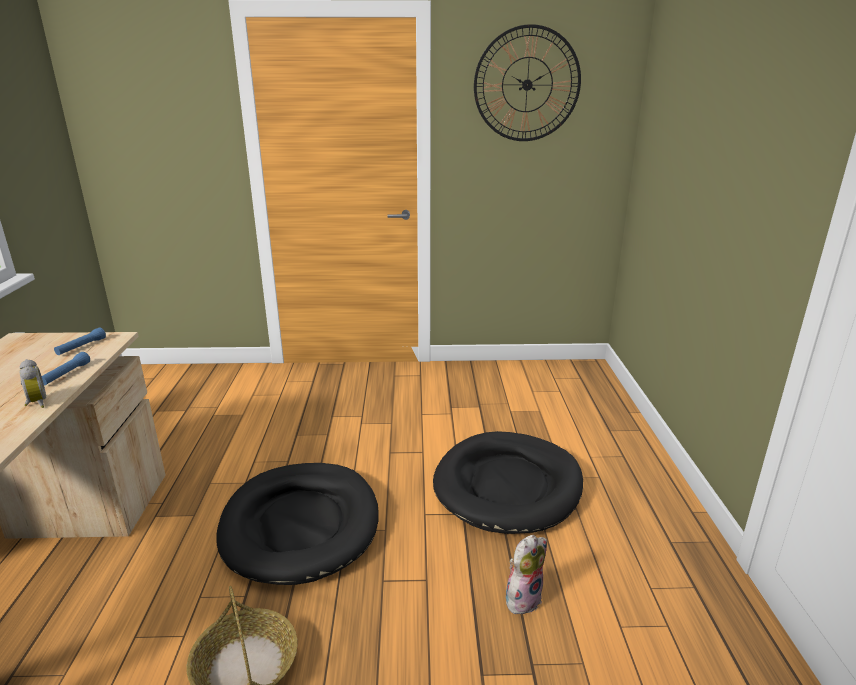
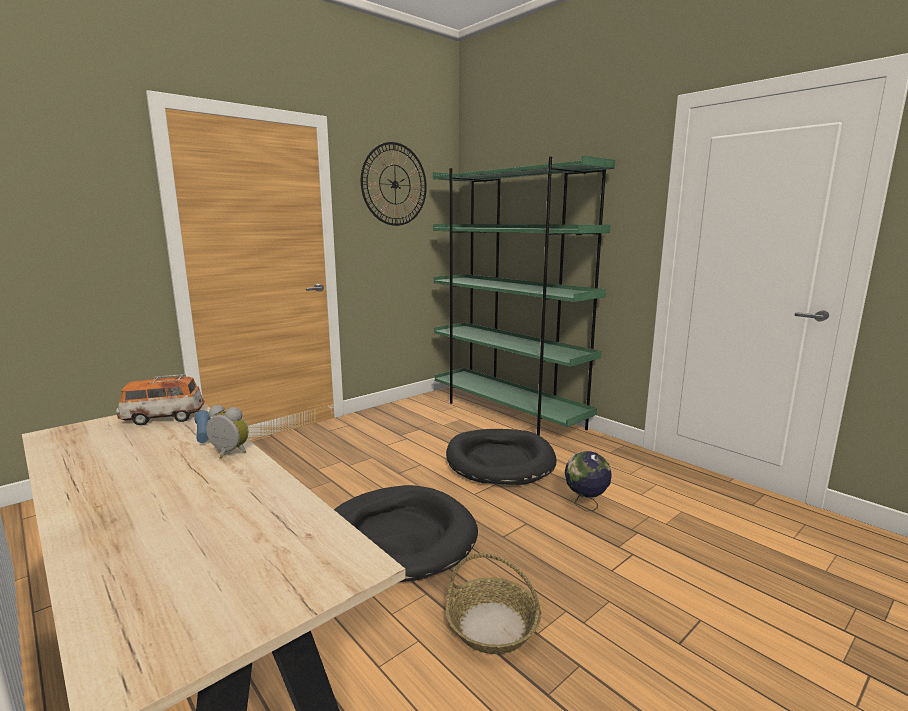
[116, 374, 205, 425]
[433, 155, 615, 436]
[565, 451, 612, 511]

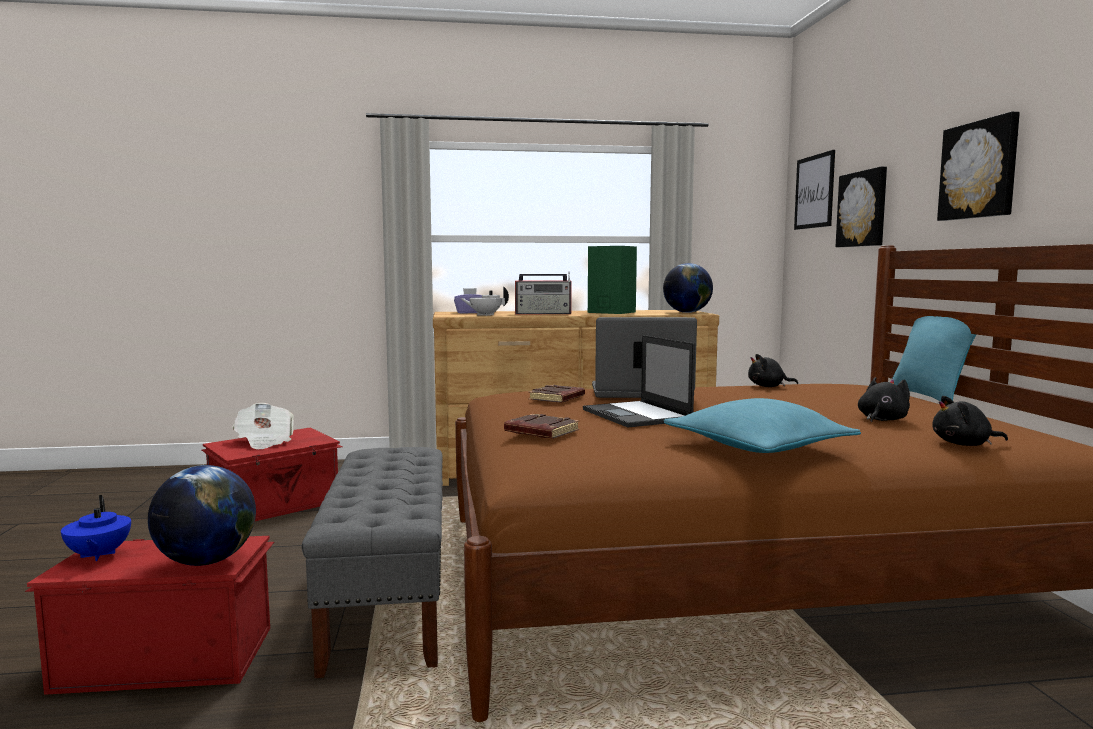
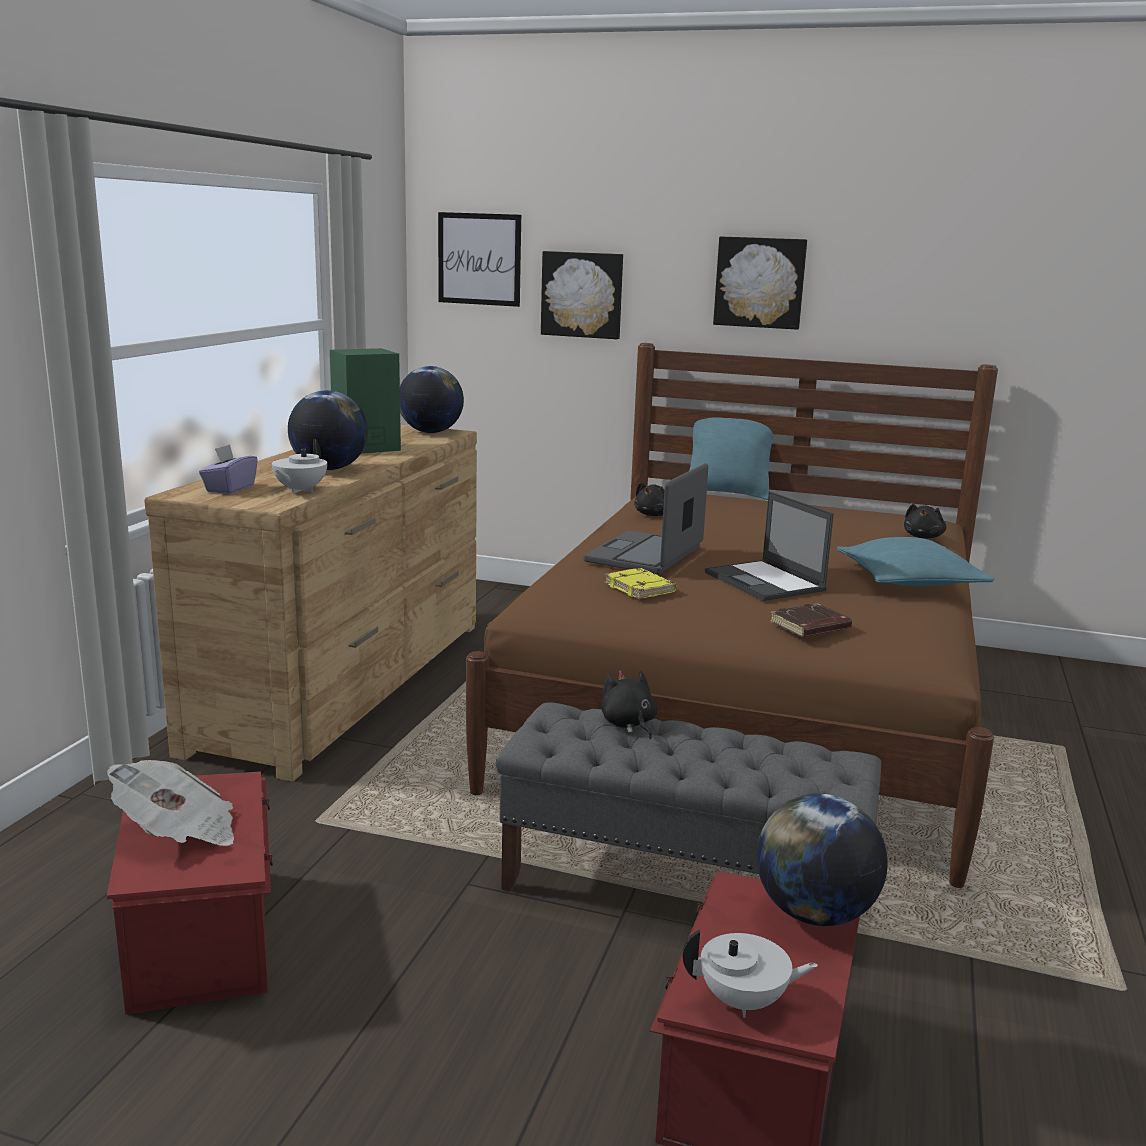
[288, 390, 368, 470]
[601, 670, 658, 739]
[604, 568, 677, 599]
[683, 929, 818, 1018]
[705, 491, 834, 601]

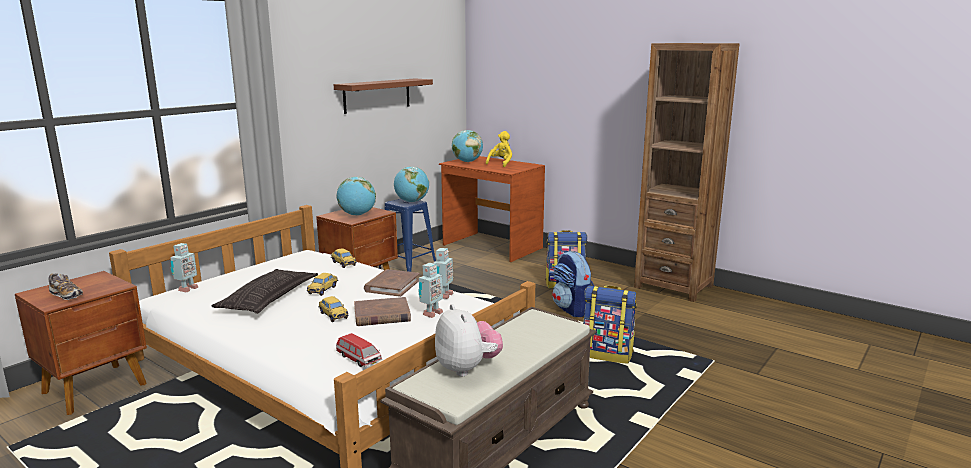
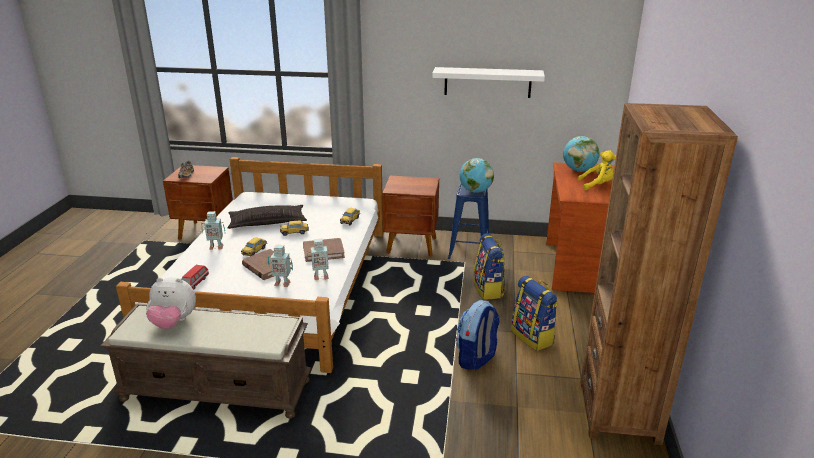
[146, 277, 196, 329]
[201, 211, 225, 250]
[432, 67, 545, 98]
[473, 233, 506, 300]
[336, 177, 376, 215] (first image)

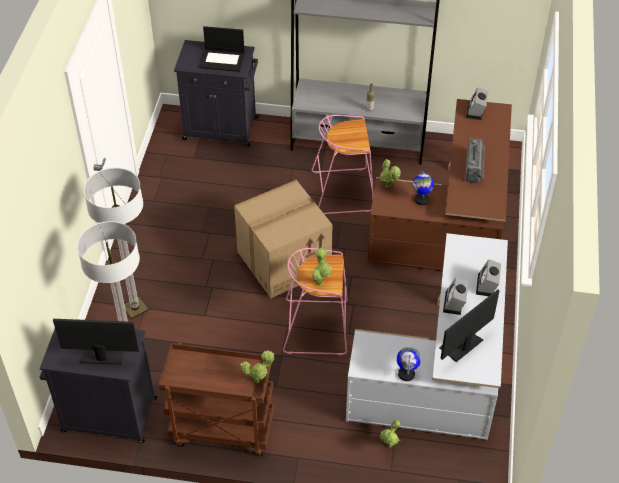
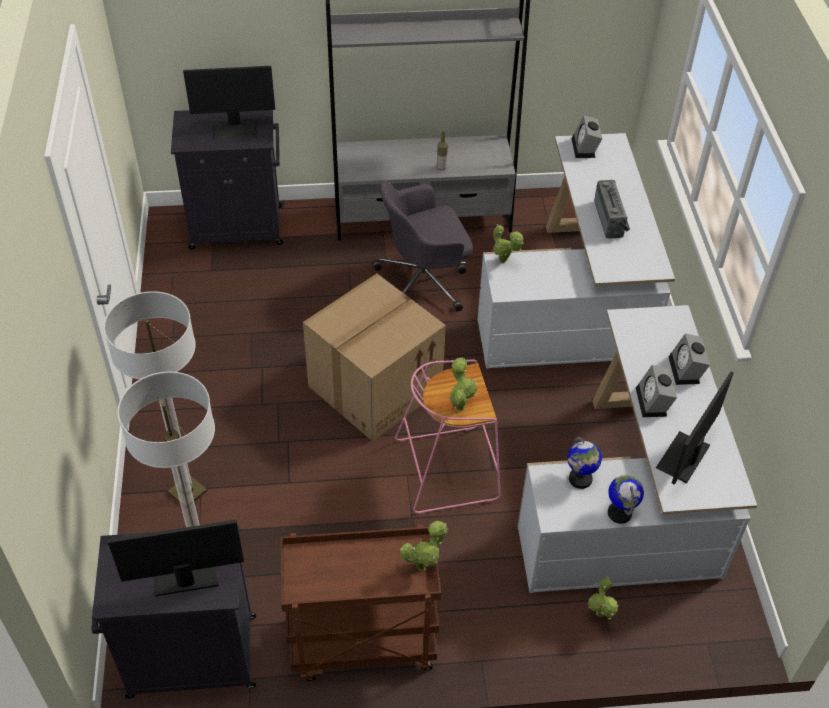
[183, 66, 275, 140]
[372, 180, 473, 312]
[477, 133, 675, 369]
[567, 437, 602, 489]

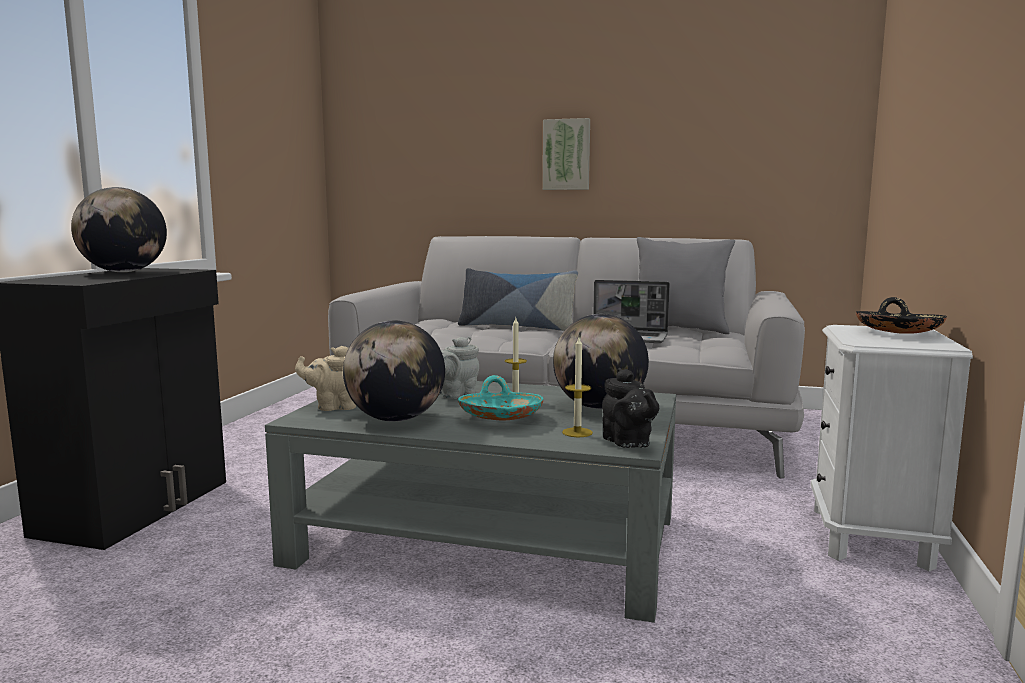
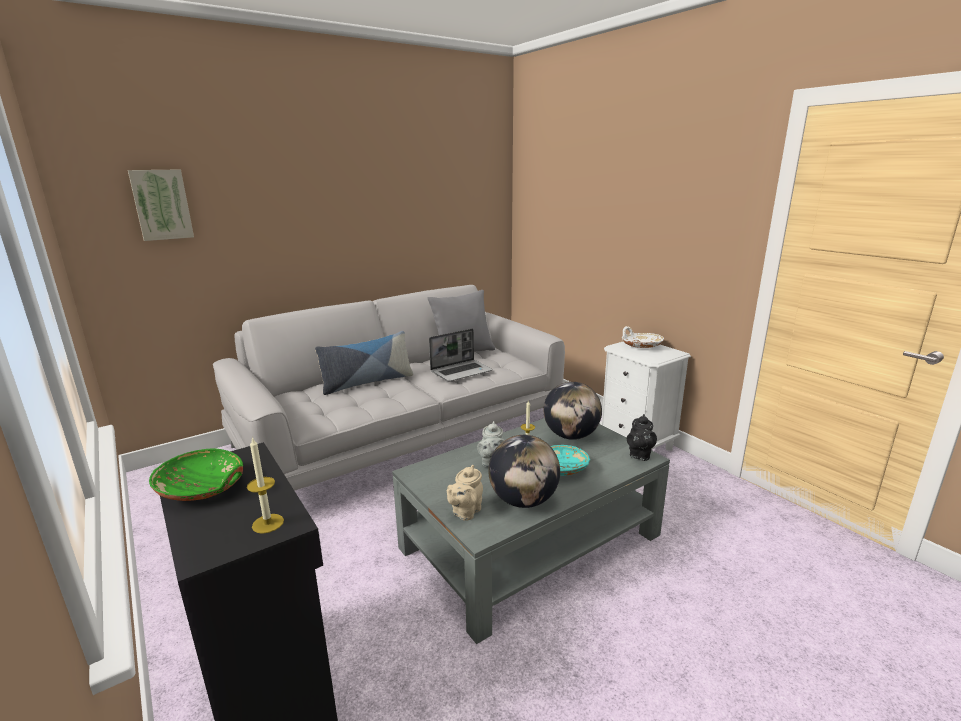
[128, 169, 194, 241]
[149, 449, 243, 501]
[247, 437, 284, 534]
[622, 326, 664, 348]
[627, 414, 657, 461]

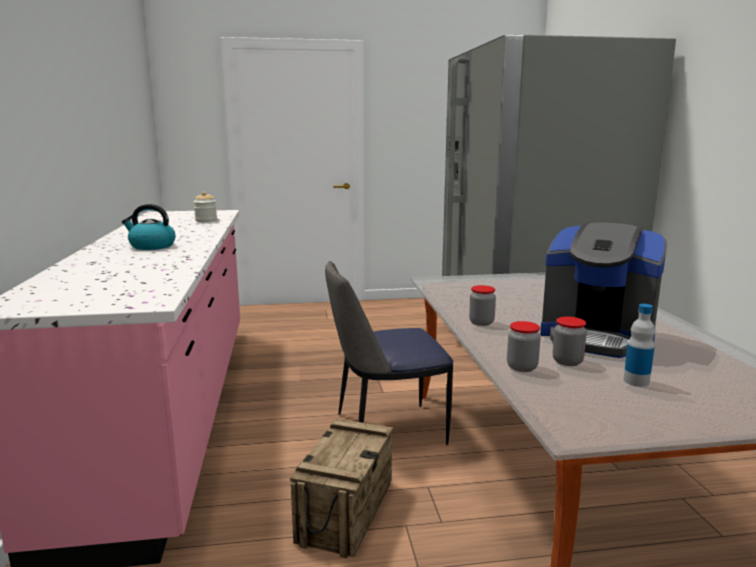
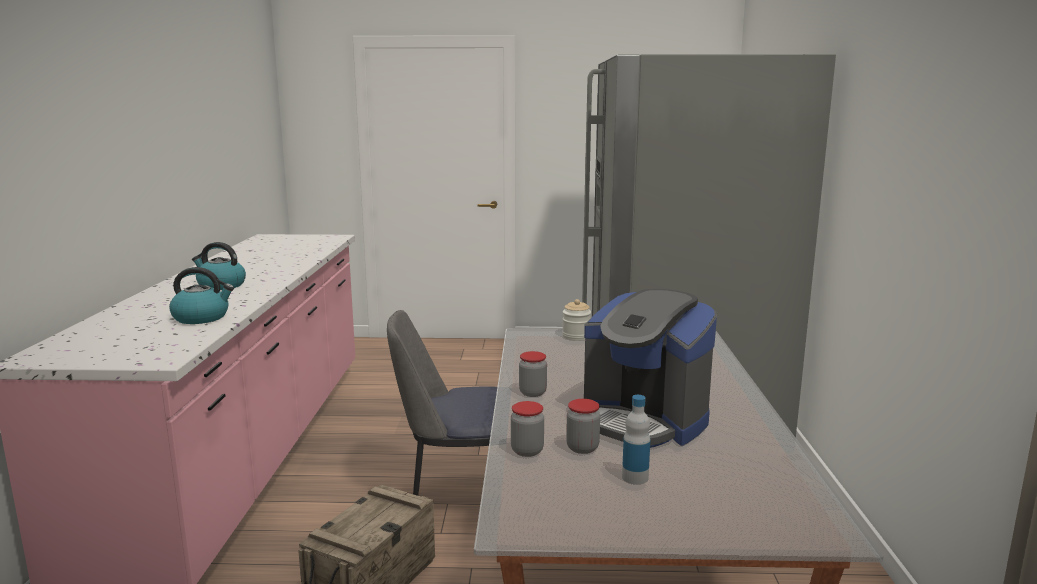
[169, 267, 234, 324]
[562, 299, 591, 341]

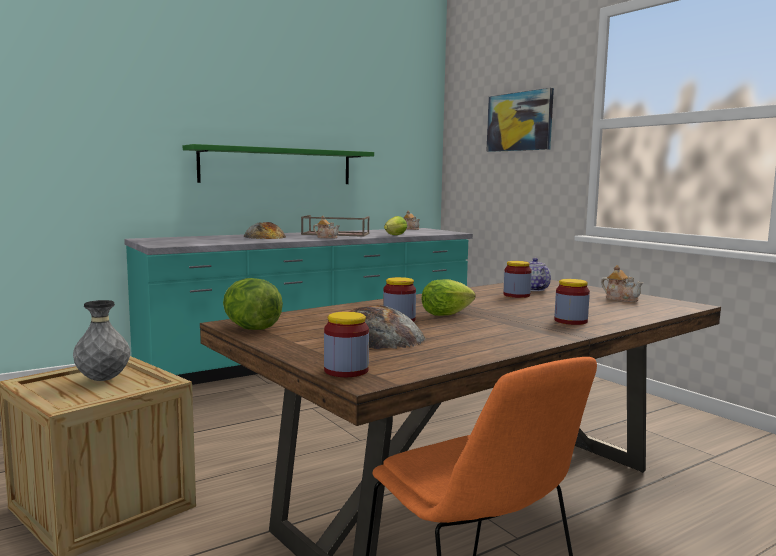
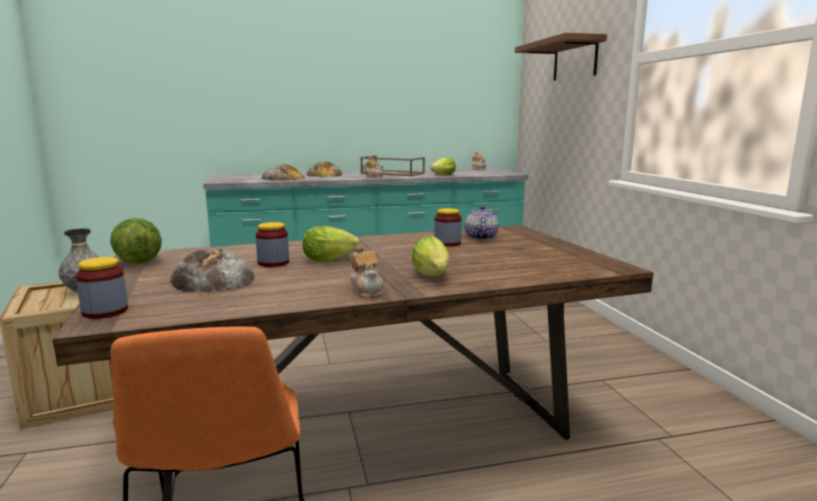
[261, 164, 305, 181]
[350, 244, 384, 299]
[411, 235, 450, 276]
[515, 33, 607, 81]
[183, 144, 374, 184] (first image)

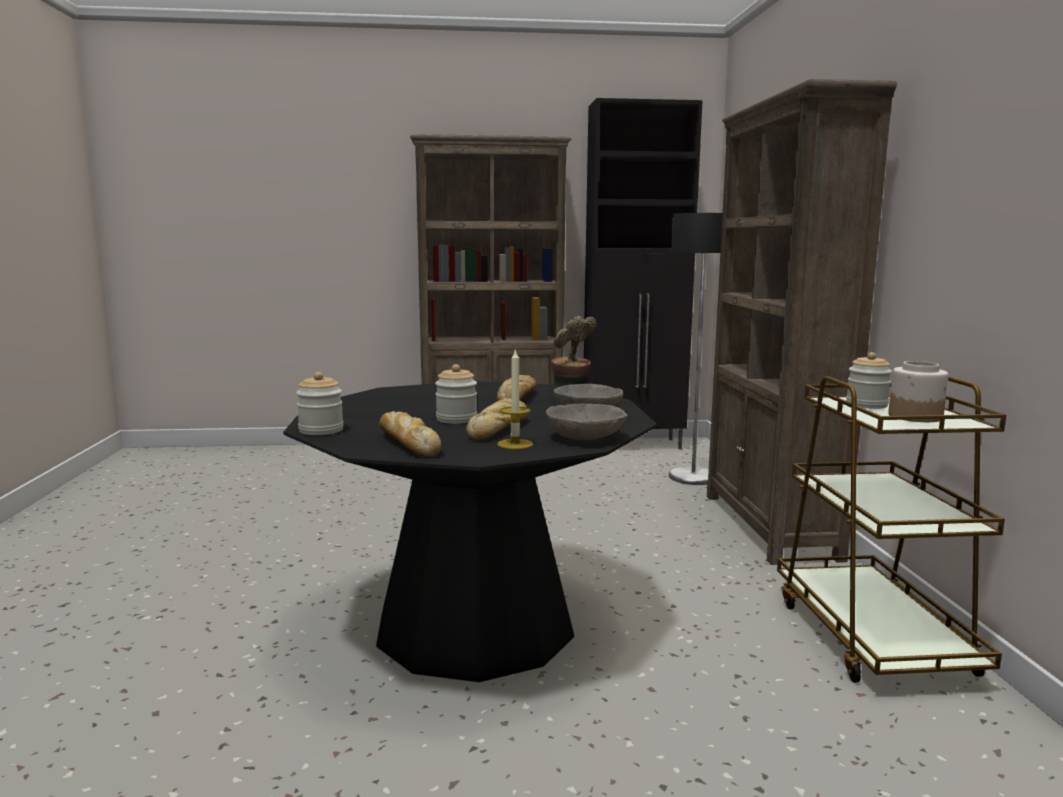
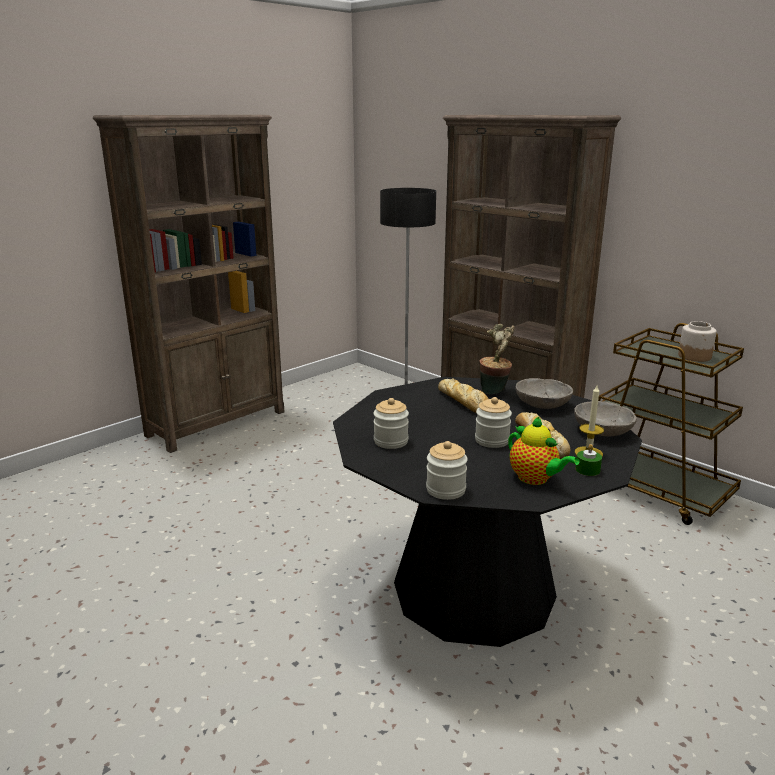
[373, 398, 409, 449]
[508, 416, 580, 485]
[575, 444, 602, 476]
[584, 98, 703, 449] (first image)

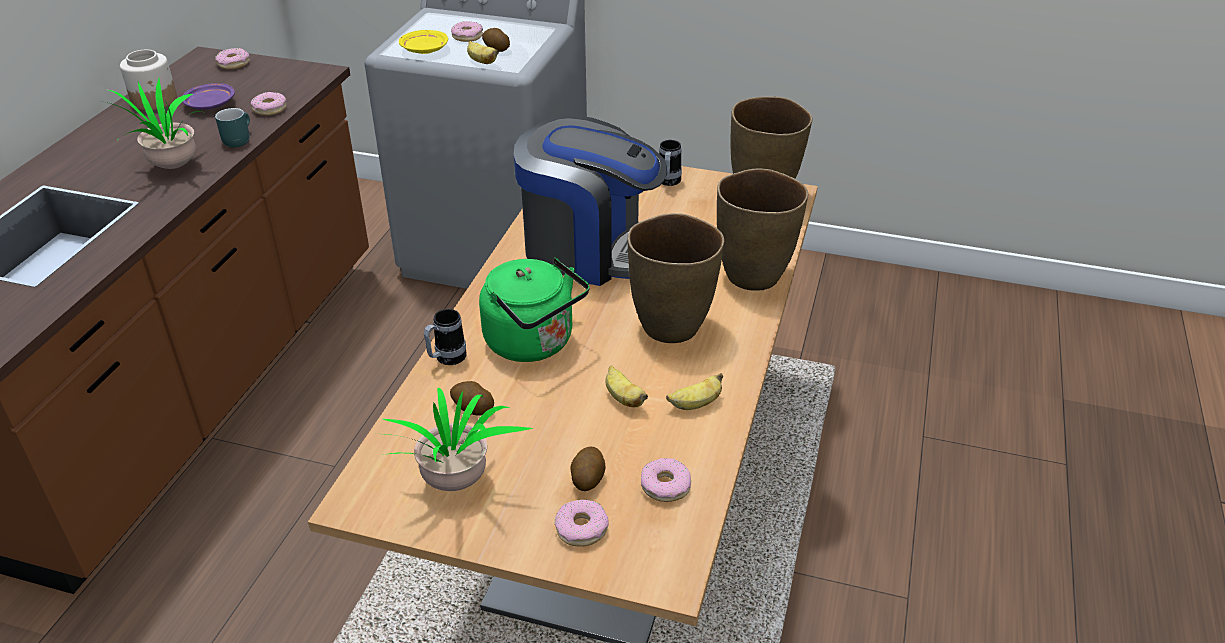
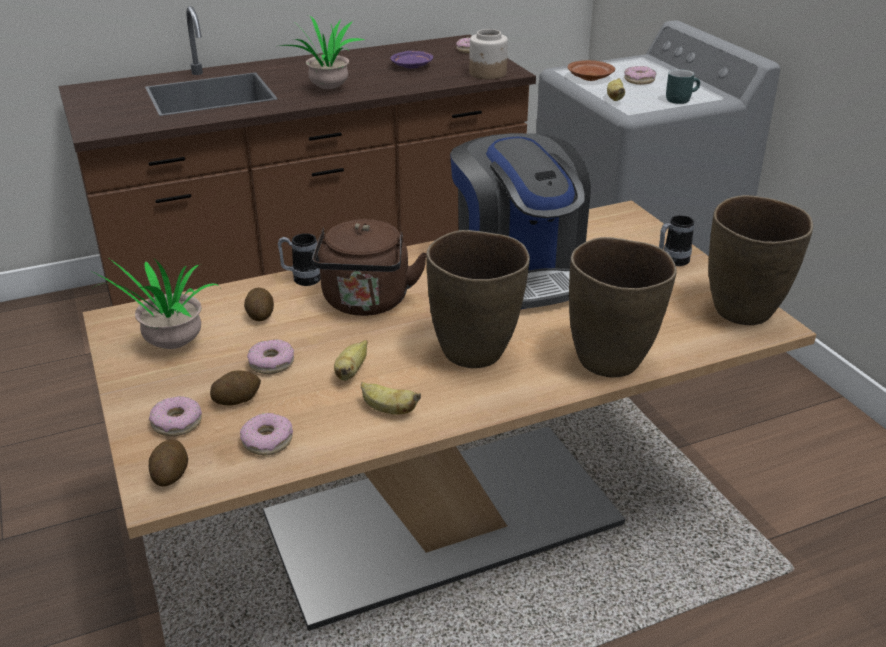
[149, 439, 188, 486]
[247, 339, 294, 374]
[312, 219, 427, 316]
[469, 29, 508, 79]
[568, 60, 615, 81]
[666, 69, 700, 104]

